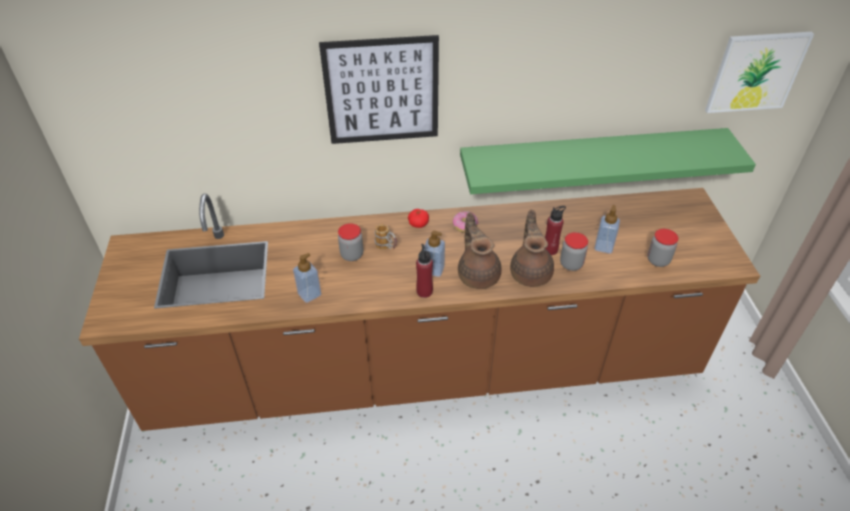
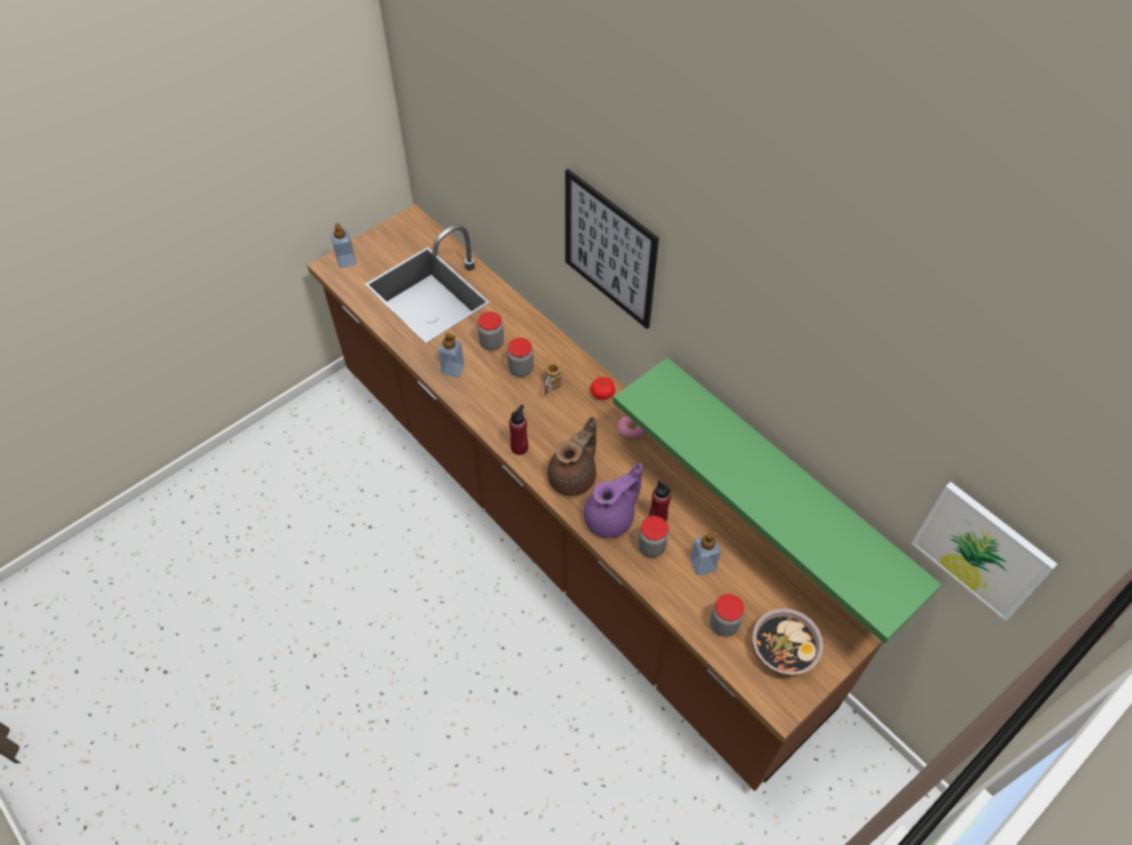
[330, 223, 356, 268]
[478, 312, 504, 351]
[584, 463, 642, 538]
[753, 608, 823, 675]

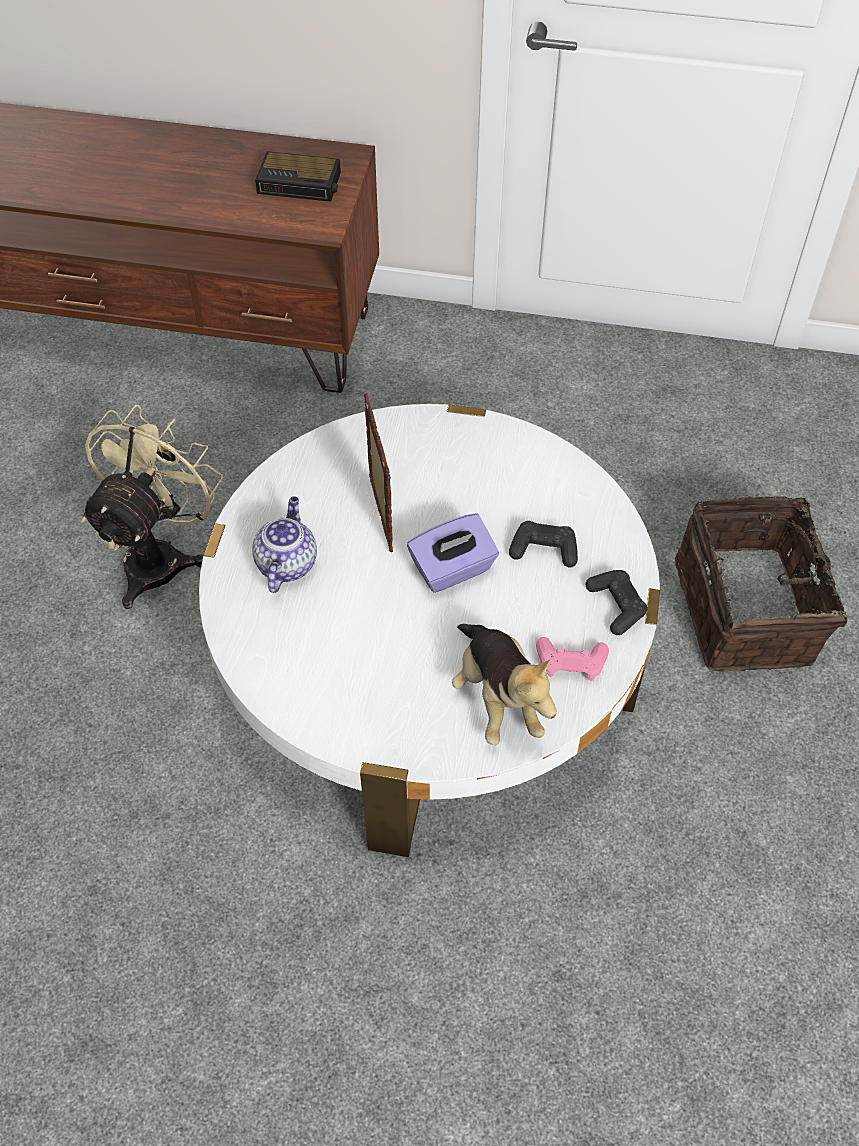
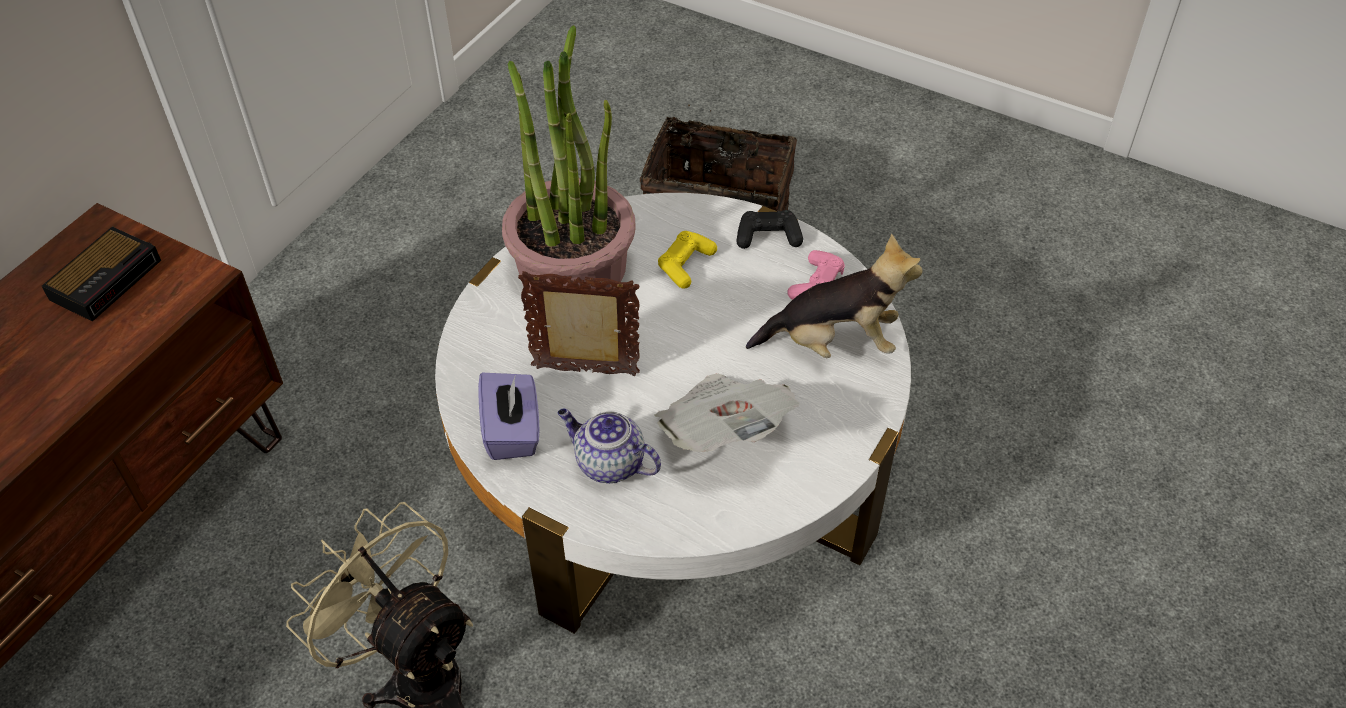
[478, 373, 540, 460]
[502, 25, 636, 290]
[655, 373, 800, 452]
[658, 231, 717, 289]

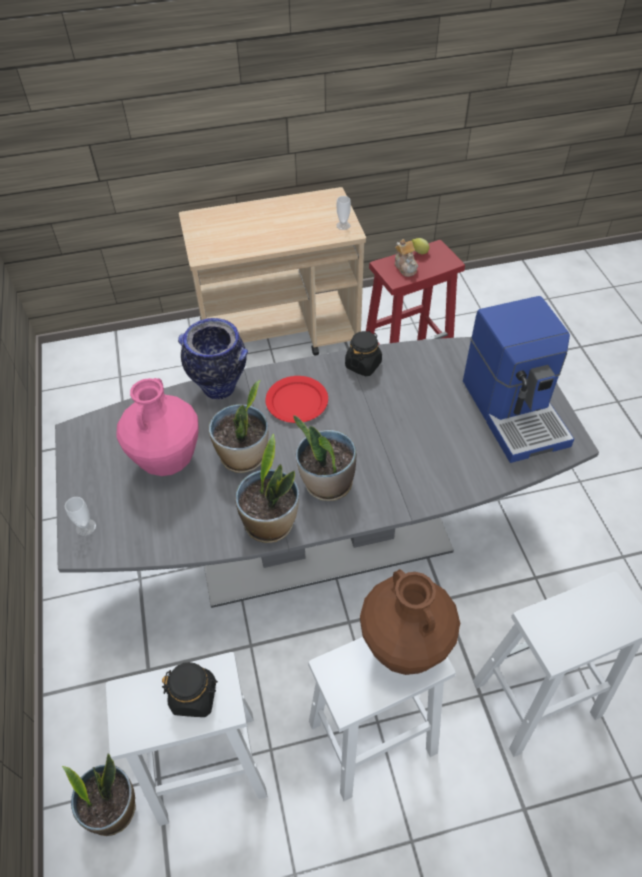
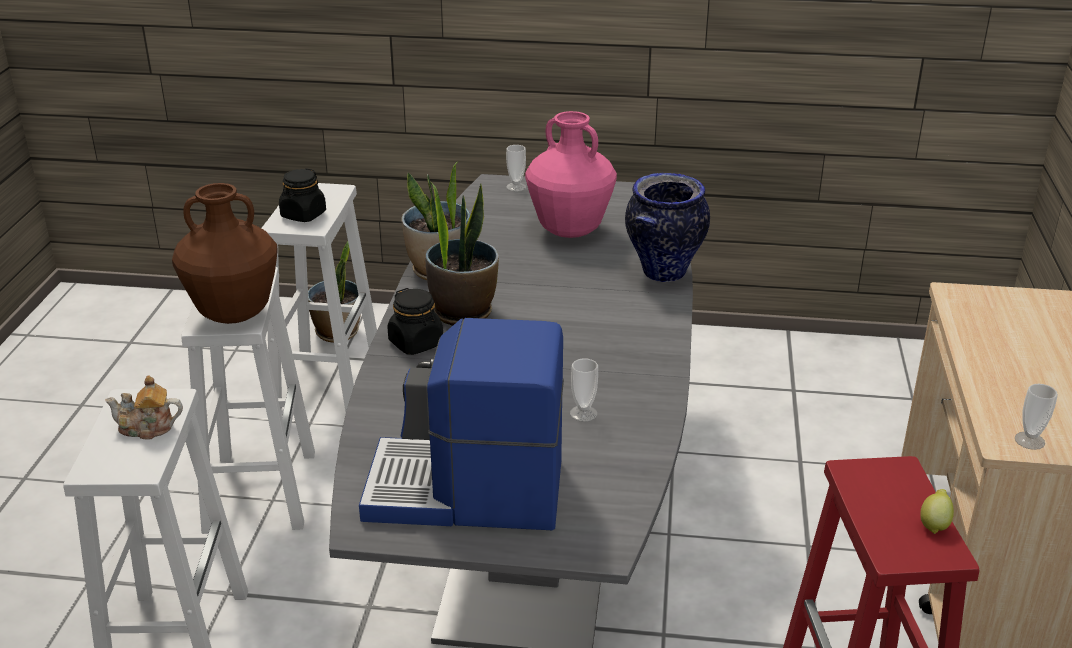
[105, 375, 183, 440]
[388, 288, 443, 355]
[570, 358, 598, 422]
[209, 380, 268, 473] (first image)
[265, 376, 328, 423] (first image)

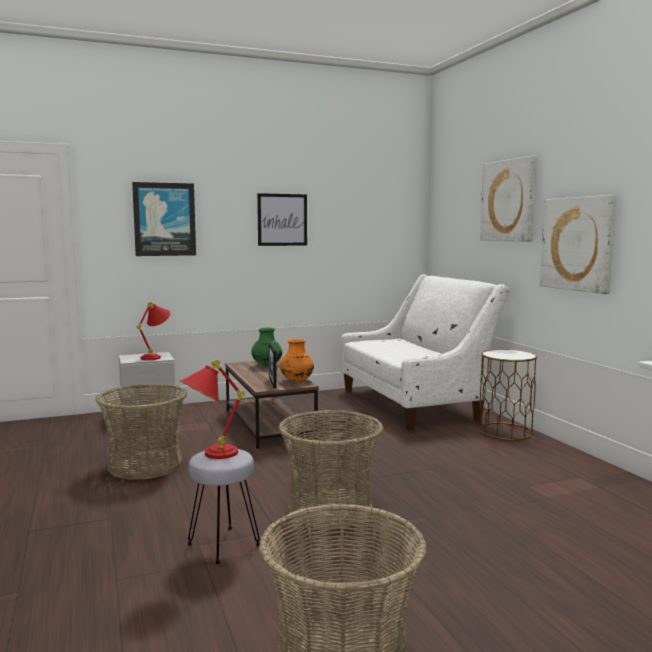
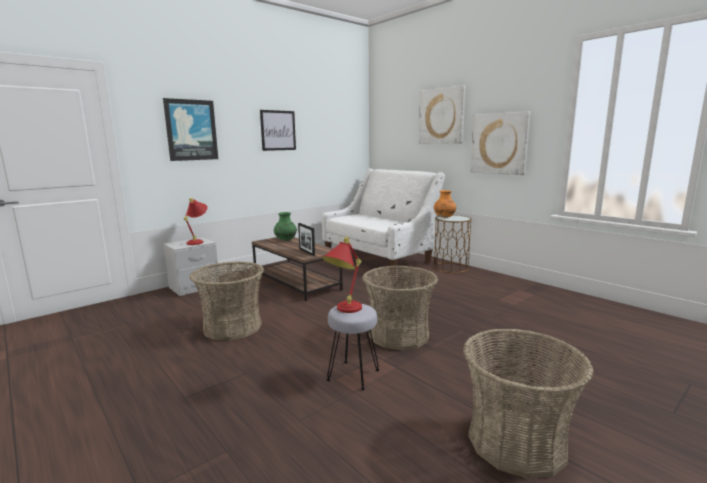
[434, 190, 456, 218]

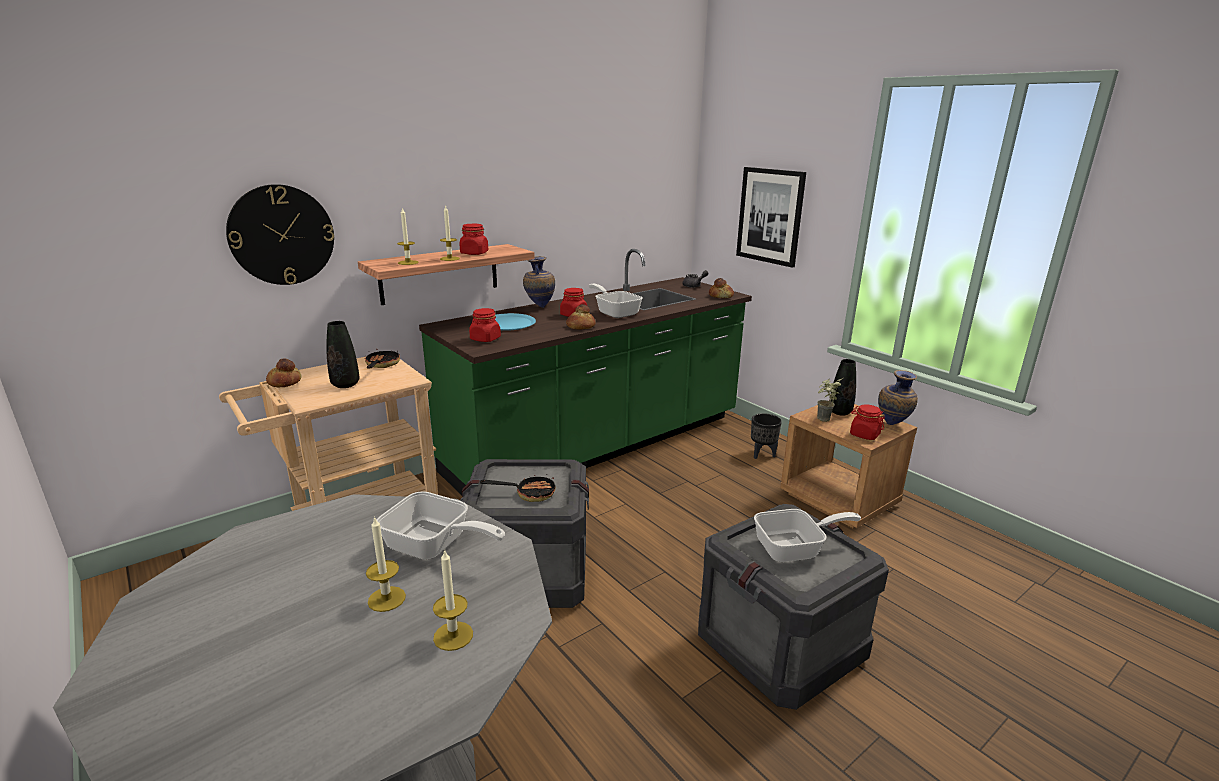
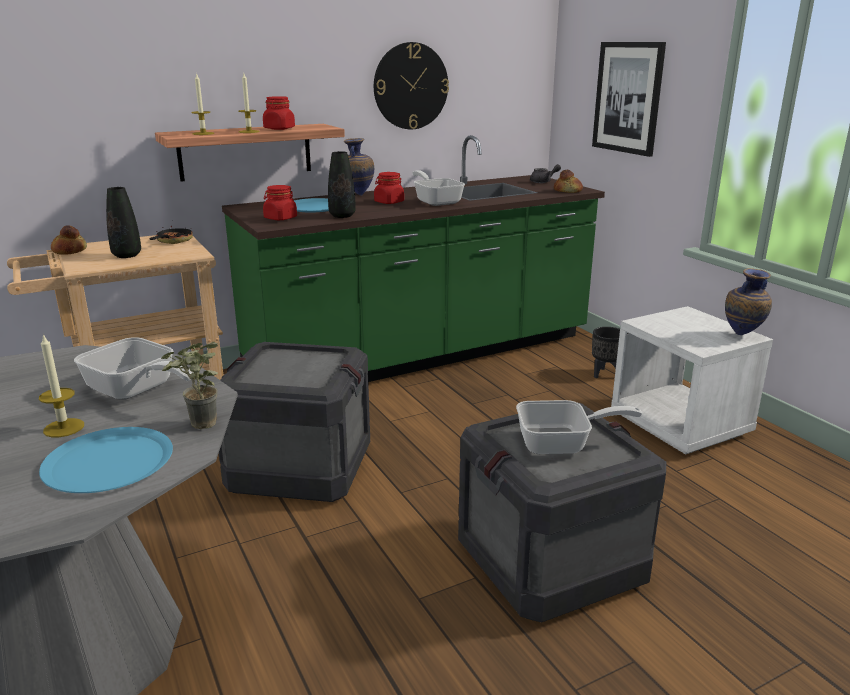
[39, 427, 173, 493]
[161, 342, 218, 429]
[328, 151, 356, 218]
[374, 42, 449, 129]
[611, 306, 773, 454]
[480, 474, 556, 502] (first image)
[566, 304, 596, 329] (first image)
[850, 404, 885, 440] (first image)

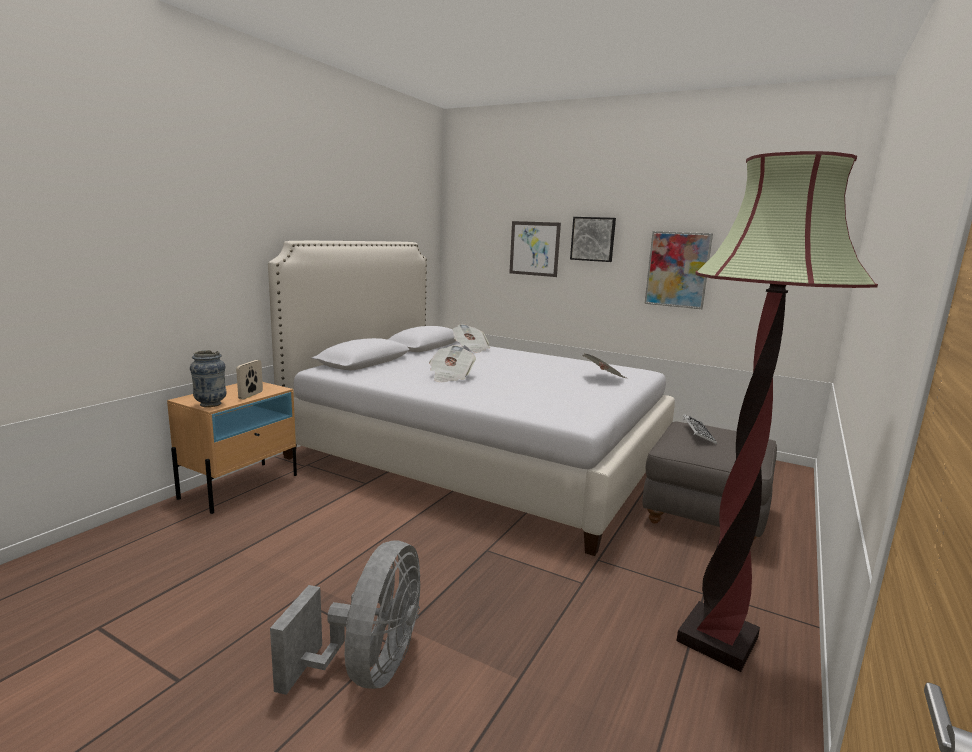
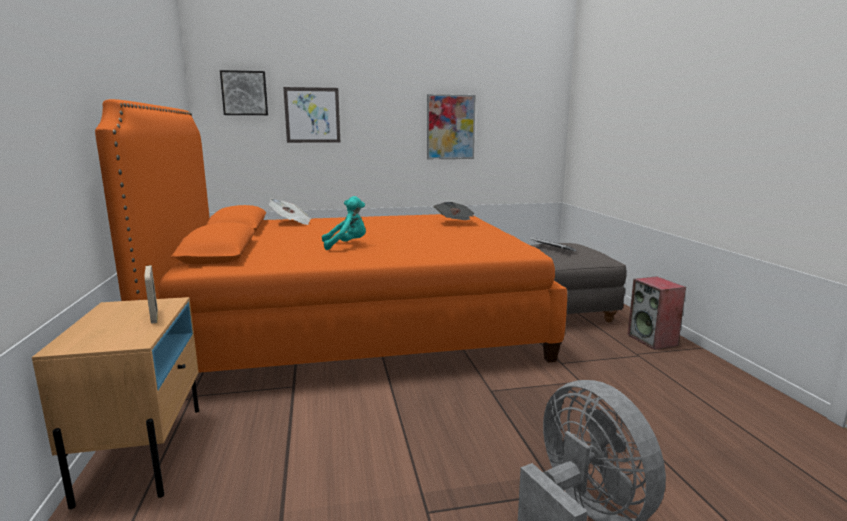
[95, 99, 567, 373]
[220, 70, 268, 115]
[322, 196, 366, 250]
[627, 276, 686, 350]
[190, 350, 227, 407] (first image)
[676, 151, 878, 672] (first image)

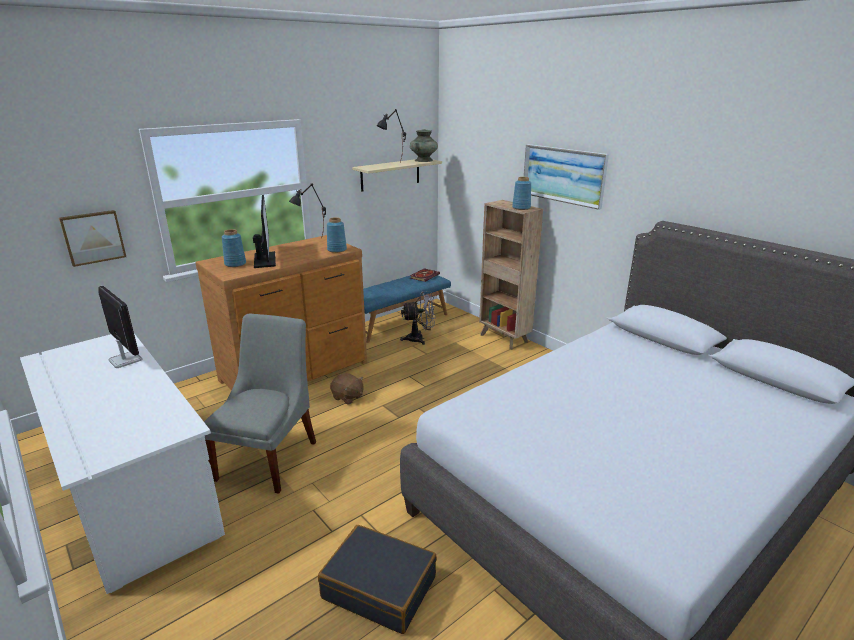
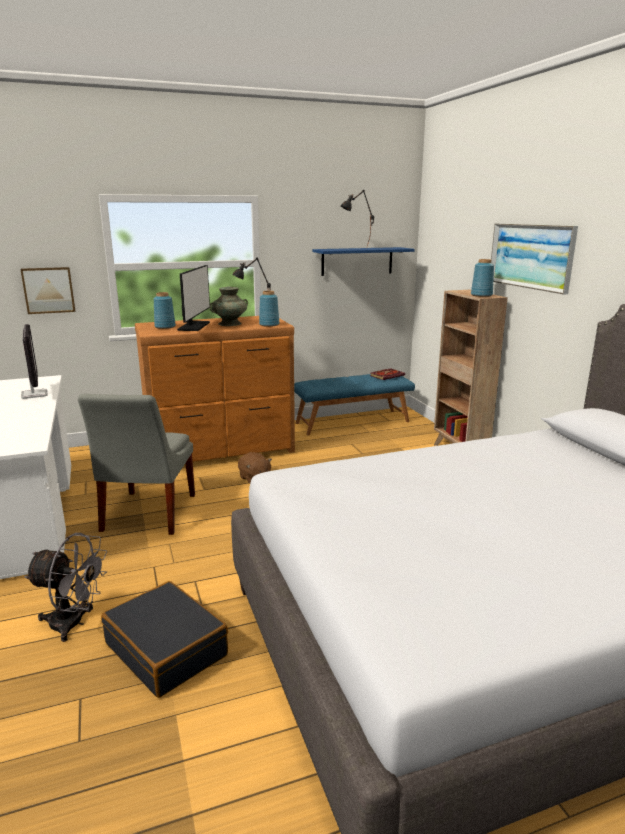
[25, 533, 108, 642]
[78, 394, 195, 535]
[209, 286, 248, 326]
[312, 247, 415, 276]

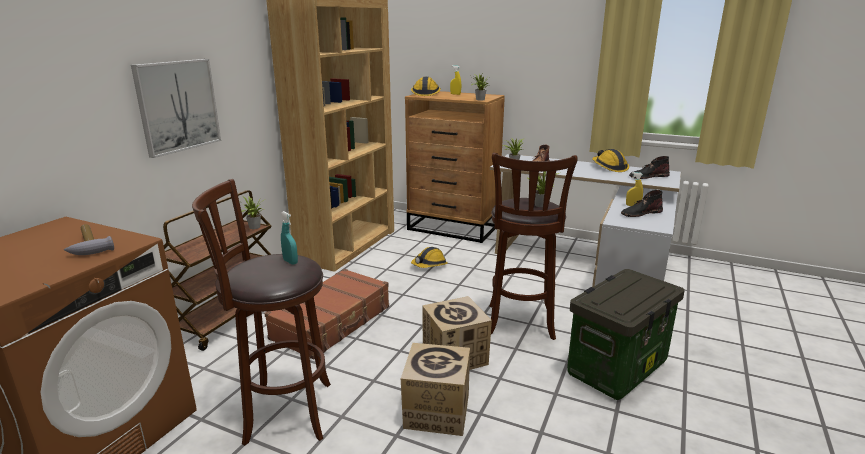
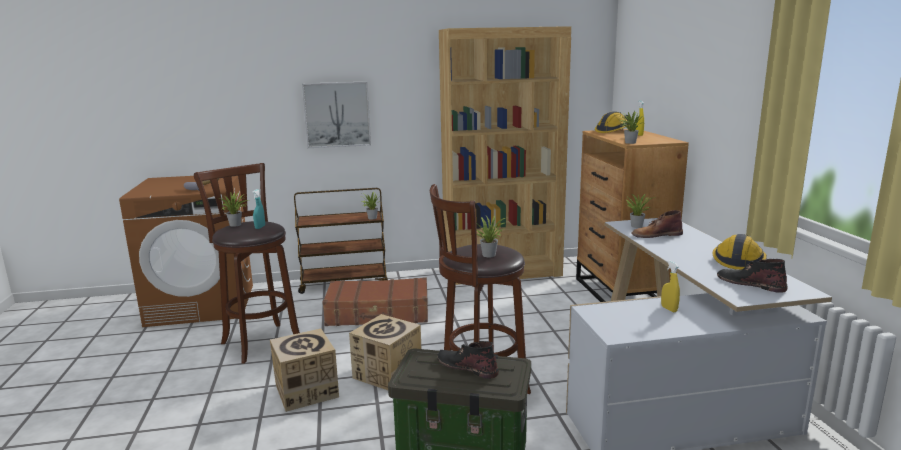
[219, 193, 248, 227]
[437, 341, 499, 379]
[411, 247, 447, 268] (first image)

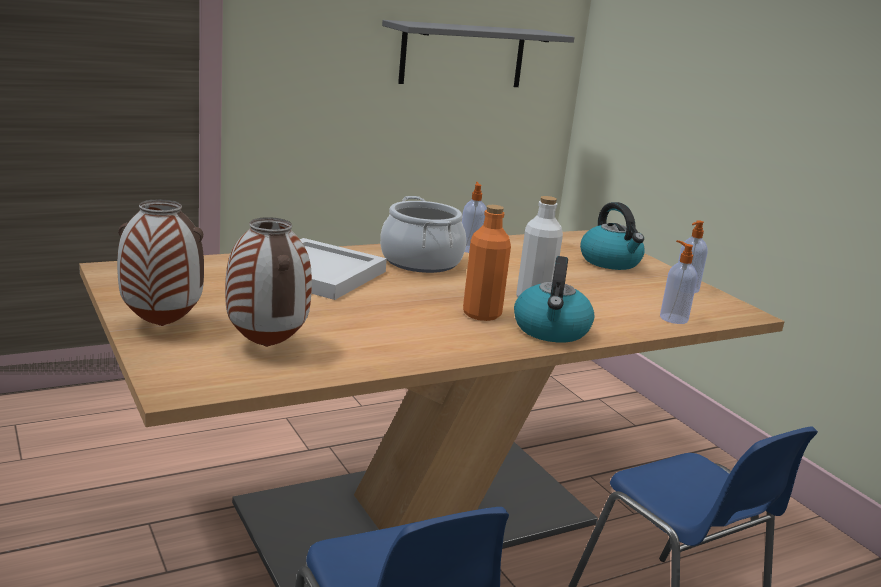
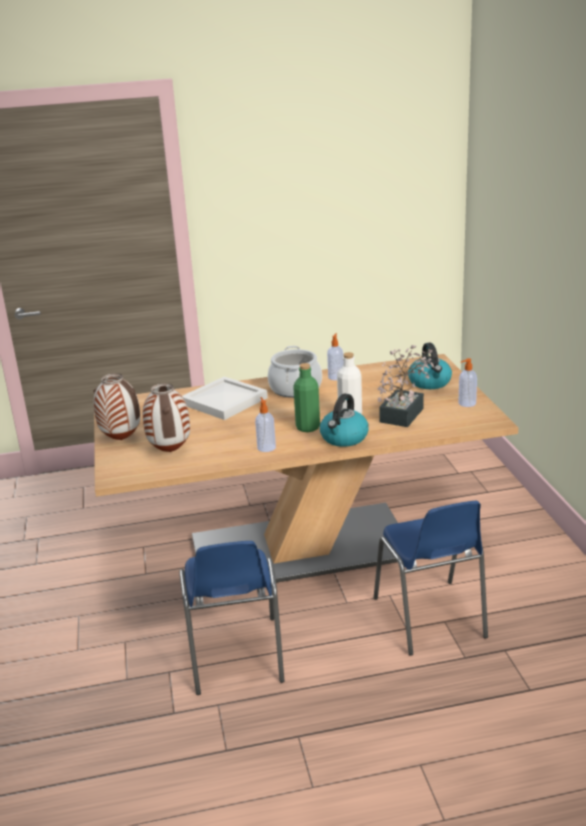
[255, 397, 276, 452]
[293, 363, 320, 432]
[378, 345, 434, 427]
[382, 20, 575, 87] (first image)

